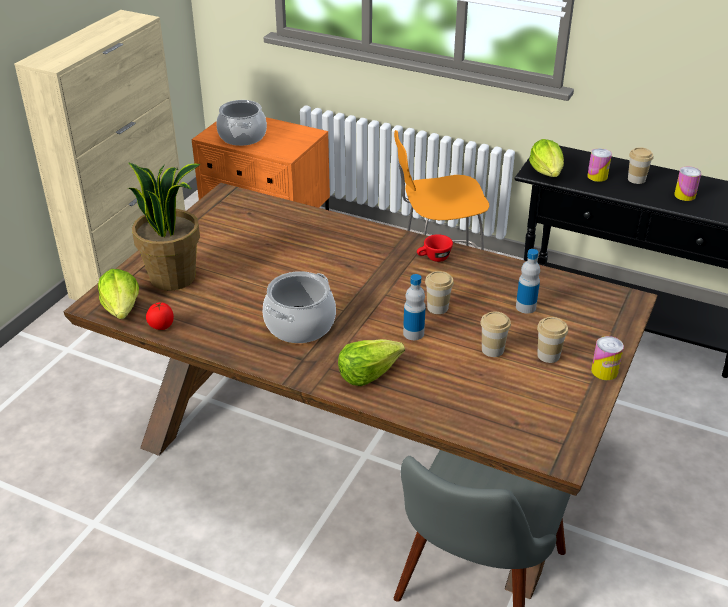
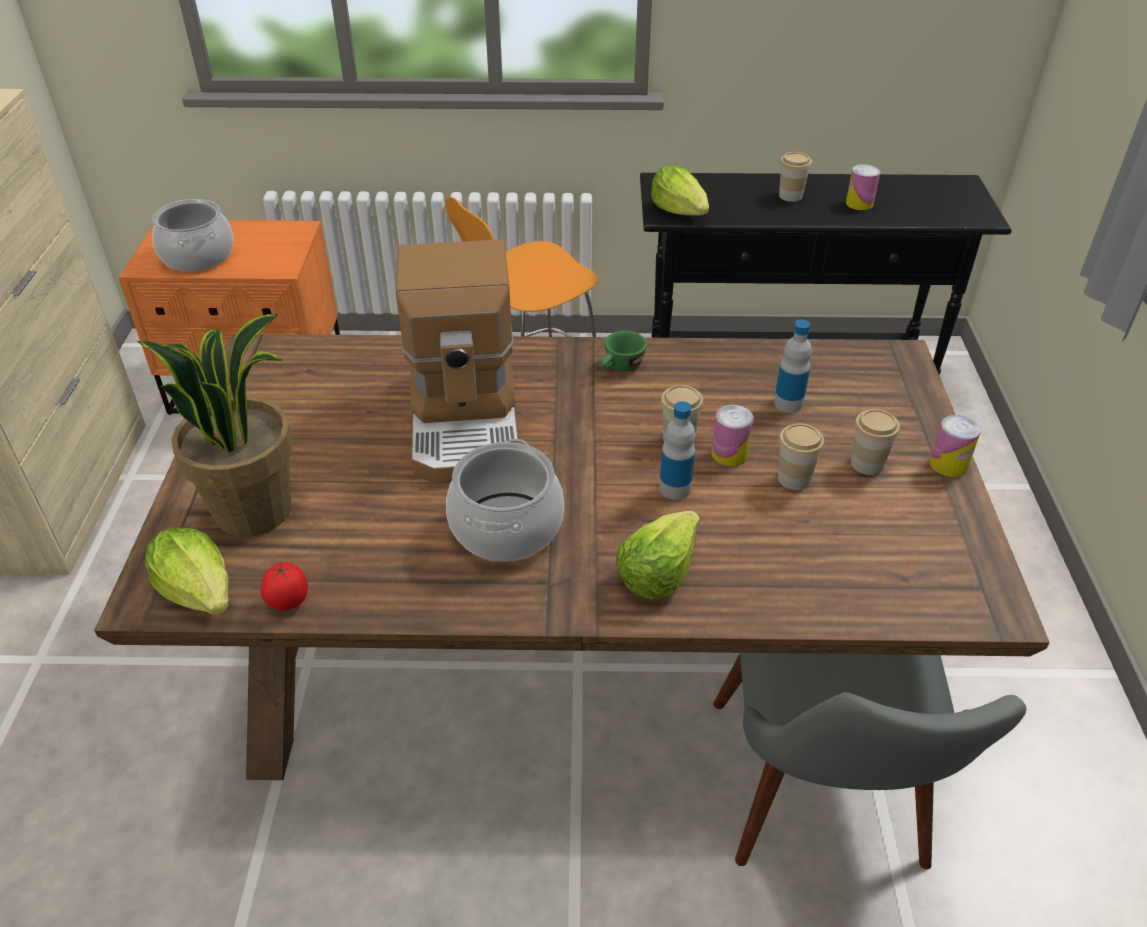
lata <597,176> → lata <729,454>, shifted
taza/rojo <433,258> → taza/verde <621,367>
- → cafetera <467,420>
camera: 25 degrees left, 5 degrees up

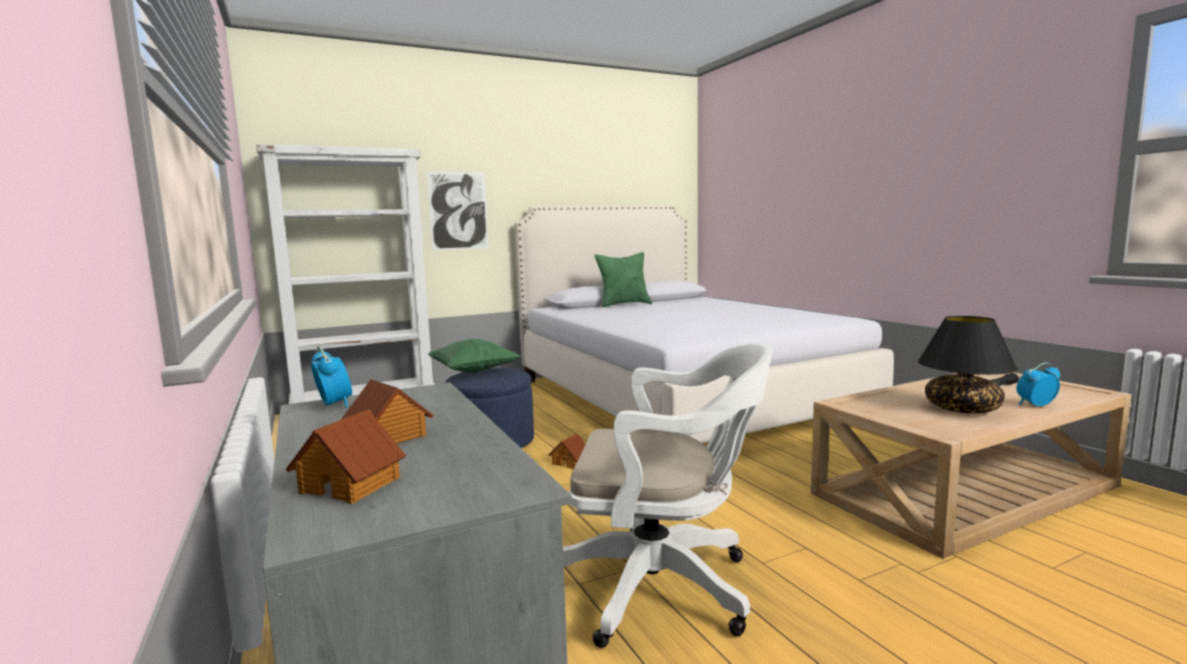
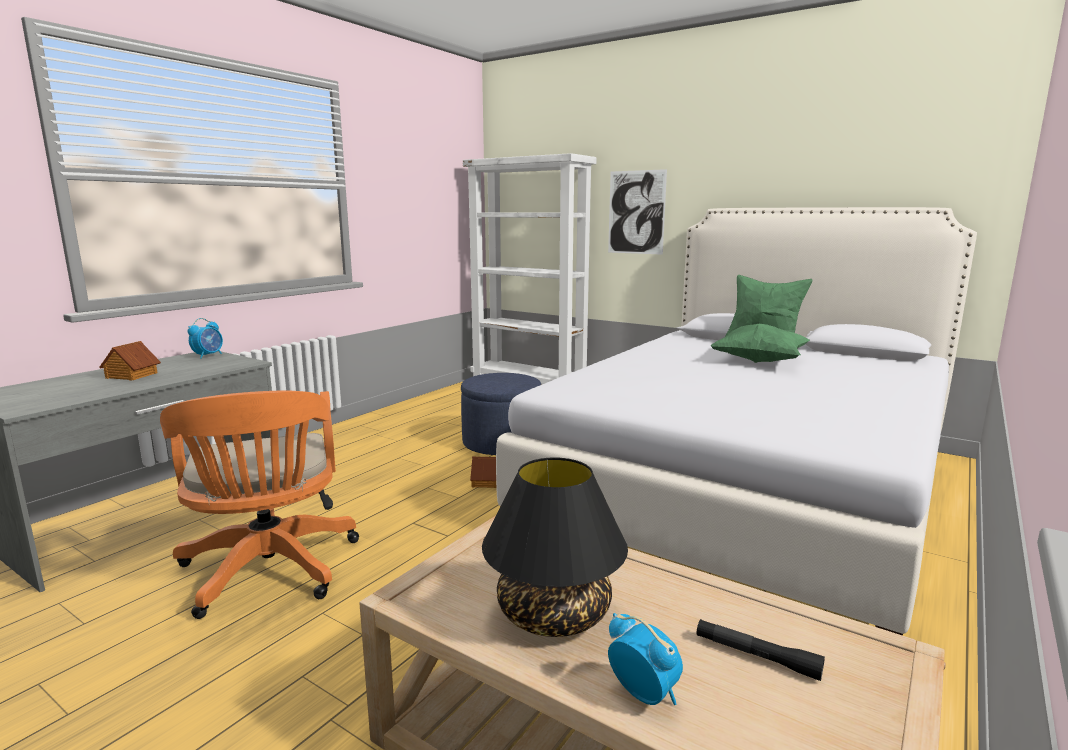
cojín/verde <474,372> → cojín/verde <759,362>, shifted
silla de oficina/blanco <664,586> → silla de oficina/naranja <269,572>
casita <351,484> → -
camera: 60 degrees right, 5 degrees up

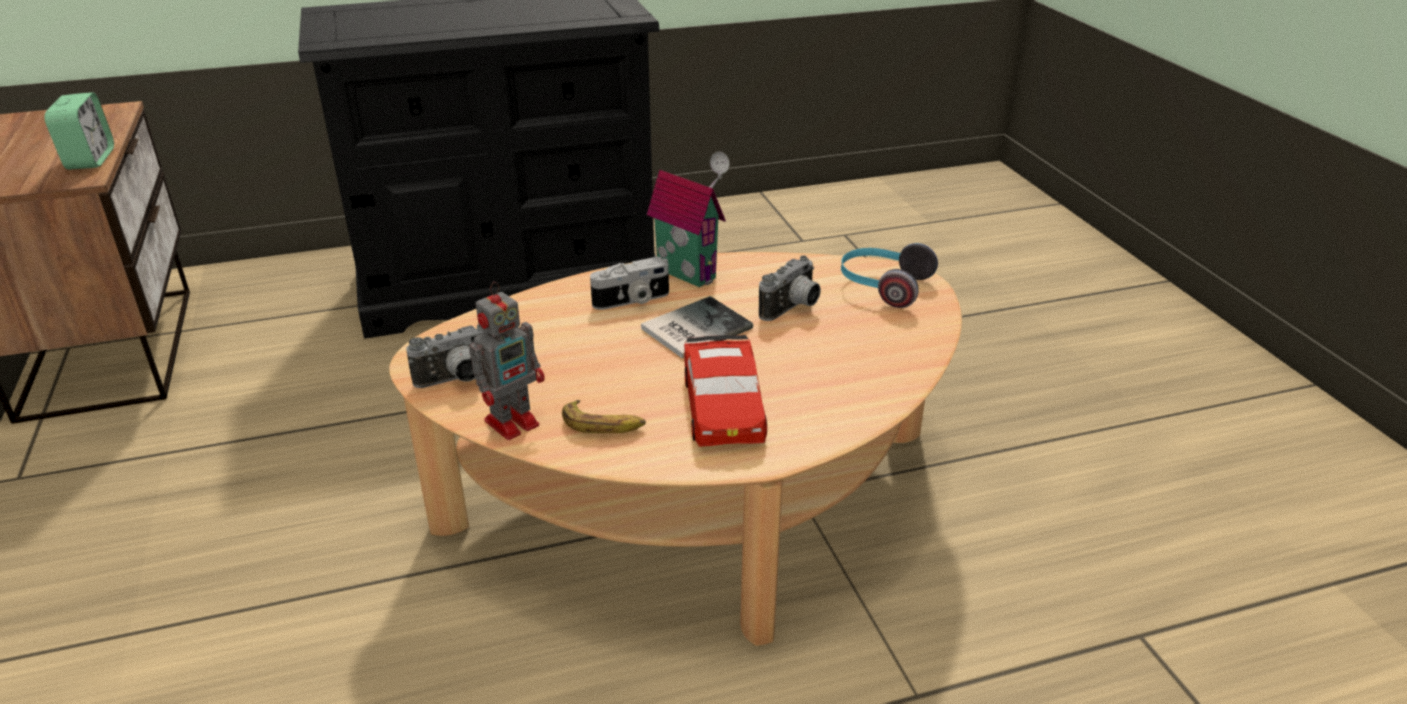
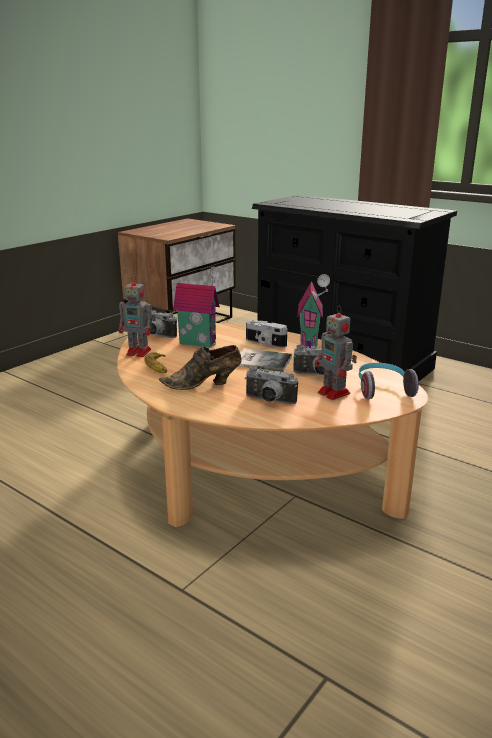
despertador <90,159> → -
coche de juguete/rojo <723,406> → zapato/marrón <204,384>
- → casita <199,342>
- → robot de juguete <335,393>
- → cámara <269,401>
camera: 55 degrees right, 10 degrees down

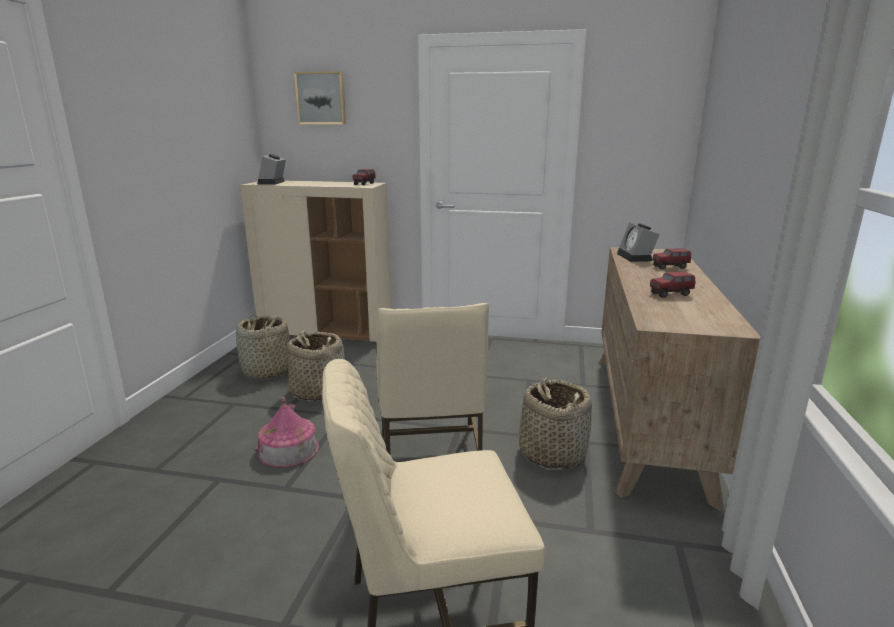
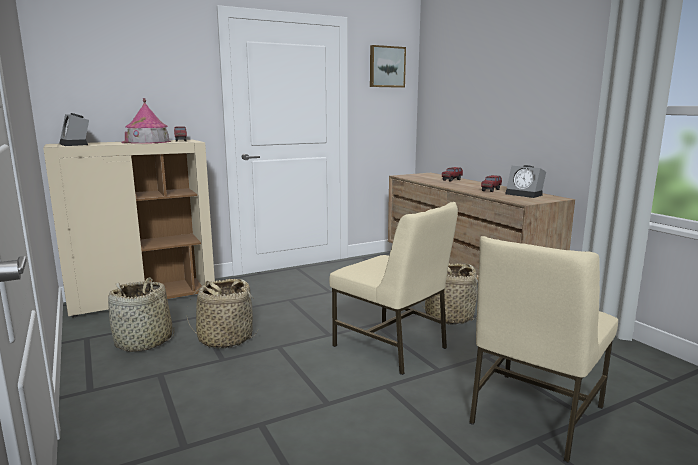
cuadro <321,98> → cuadro <386,67>, shifted
despertador <636,257> → despertador <525,194>, shifted
casita <288,450> → casita <148,142>, shifted
camera: 40 degrees left, 5 degrees down

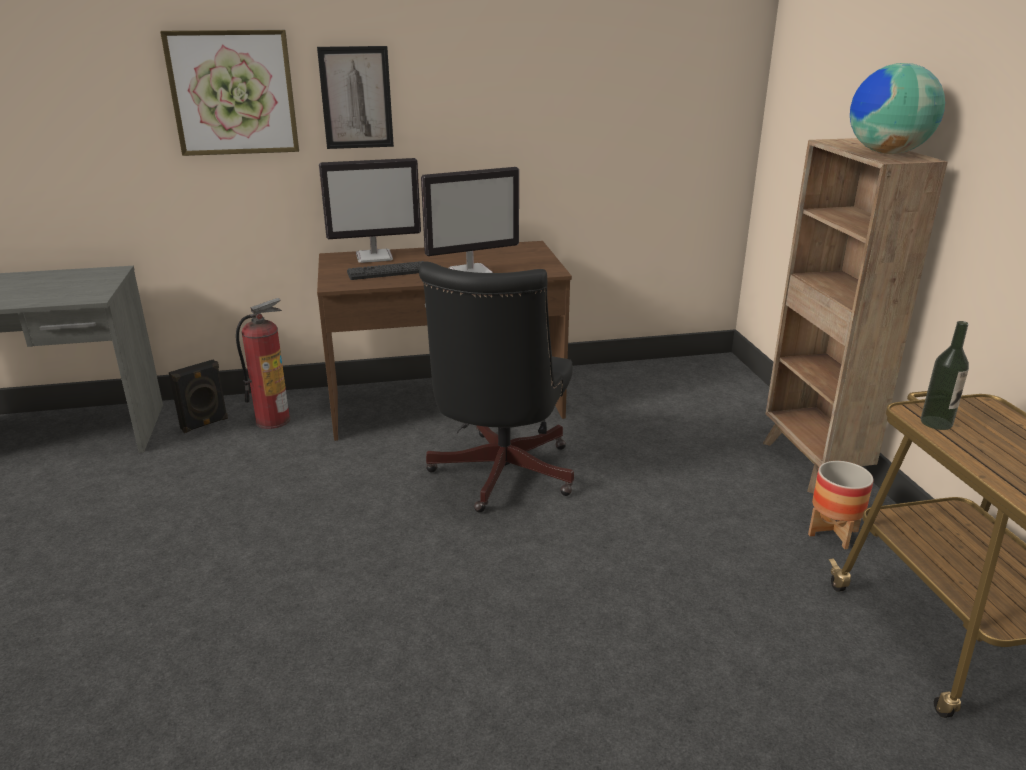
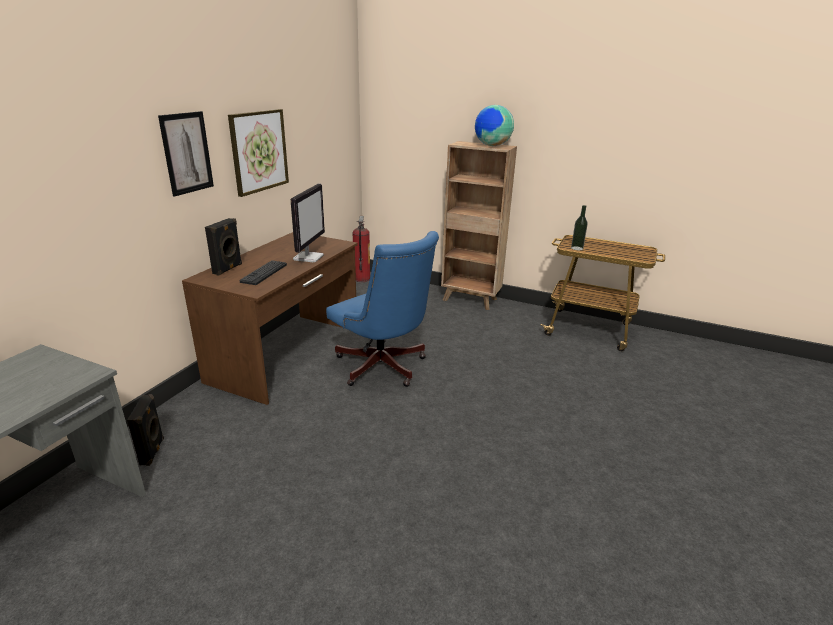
cuadro <233,93> → cuadro <259,151>, shifted
monitor <375,257> → altavoz/negro <228,269>
silla de oficina/negro <499,477> → silla de oficina/azul <383,368>
extintor <273,420> → extintor <361,279>, shifted
maceta <833,533> → -
camera: 55 degrees left, 0 degrees up

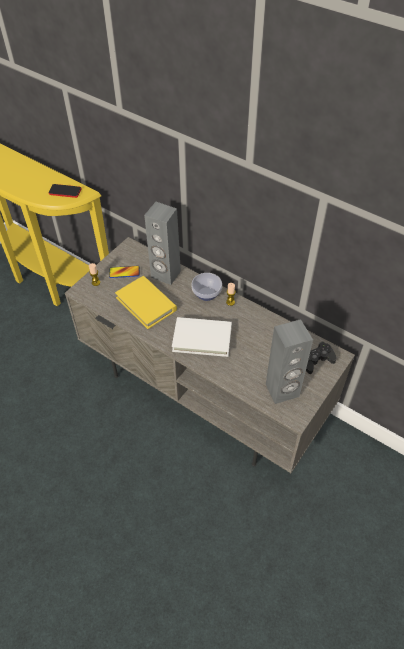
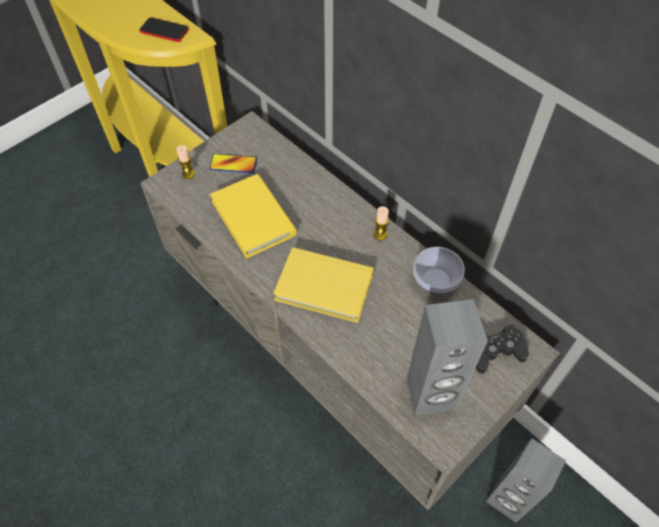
altavoz/gris <165,274> → altavoz/gris <507,499>, shifted
cuenco <207,293> → cuenco <436,280>, shifted
libro/blanco <202,338> → libro/amarillo <324,286>
camera: 10 degrees right, 5 degrees up

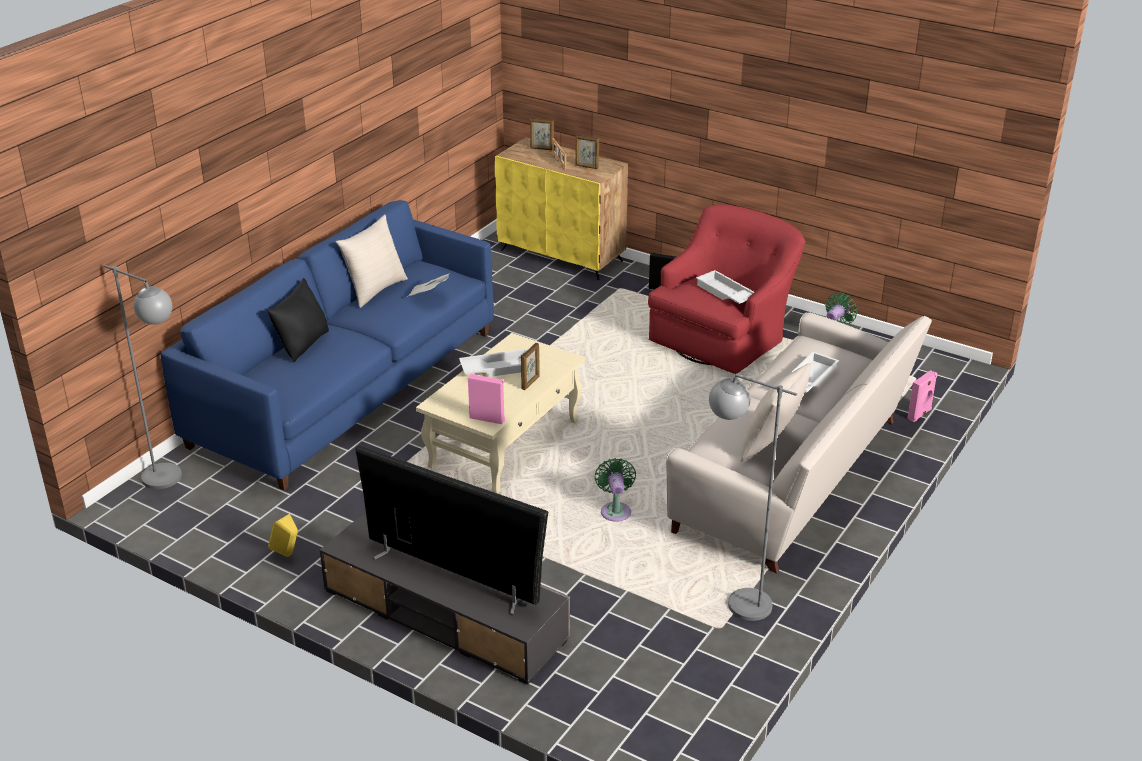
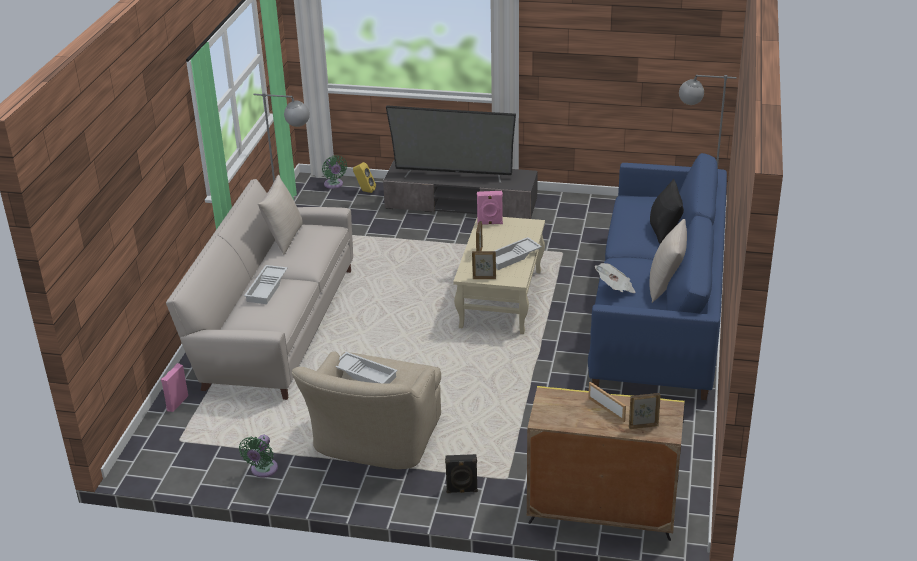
portarretratos <586,167> → portarretratos <484,278>, shifted
sillón/rojo <723,337> → sillón/beis <374,442>
ventilador/verde <615,510> → ventilador/verde <334,185>, shifted
altavoz/amarillo <287,555> → altavoz/amarillo <364,191>, shifted
camera: 160 degrees right, 0 degrees up

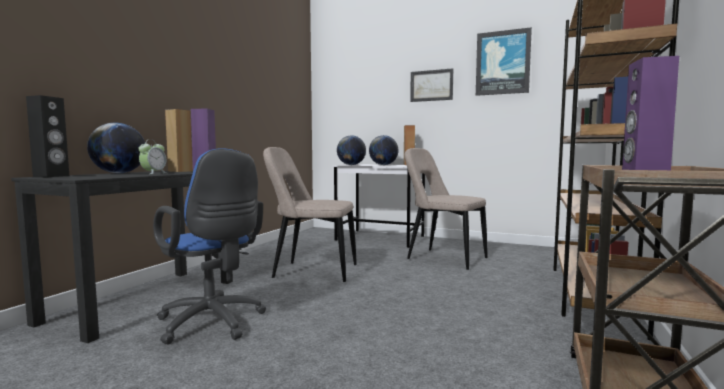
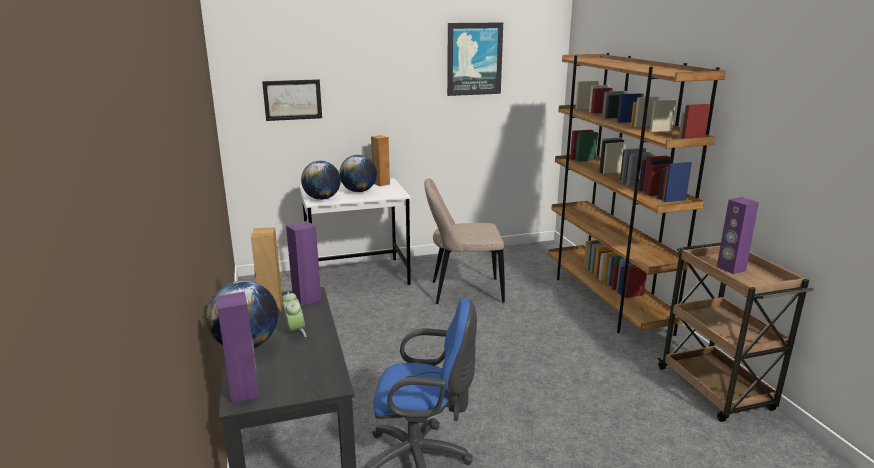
cuadro <431,85> → cuadro <292,100>, shifted
altavoz/negro <51,176> → altavoz/morado <244,391>
silla/beis <311,271> → -
camera: 40 degrees left, 15 degrees up

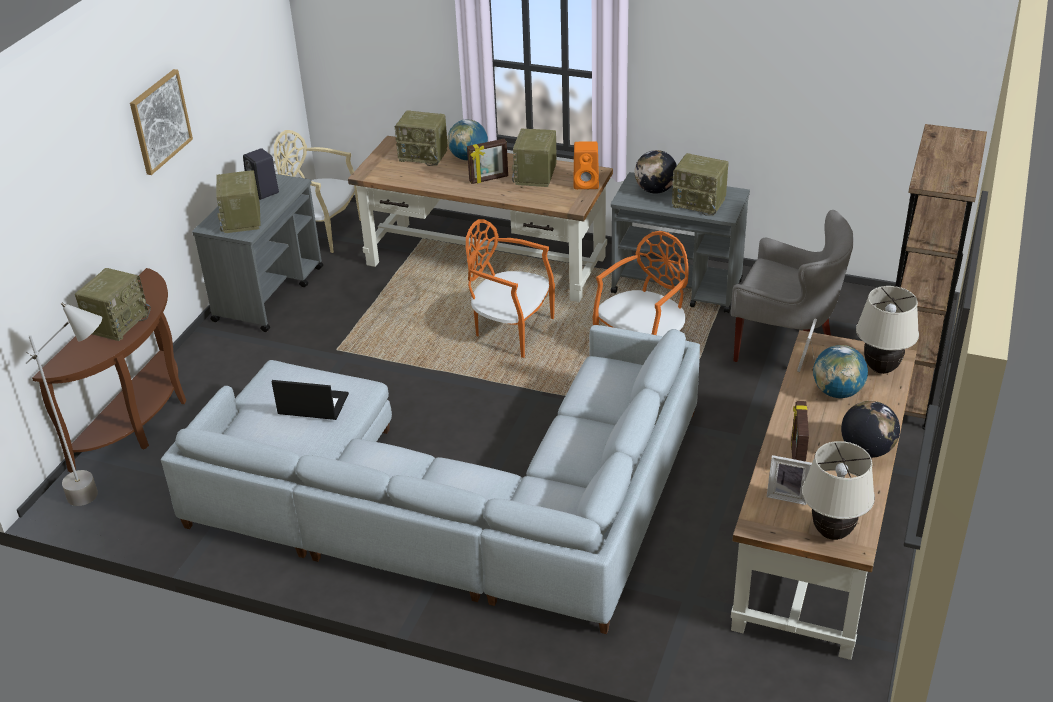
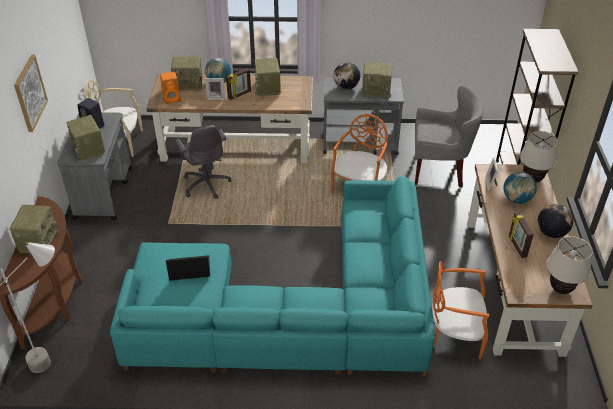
altavoz/naranja <587,183> → altavoz/naranja <172,98>, shifted
silla/naranja <511,330> → silla/naranja <455,334>, shifted
sofá/gris <454,502> → sofá/turquesa <293,311>
portarretratos <787,495> → portarretratos <216,97>, shifted
- → silla de oficina/gris <206,184>
camera: 20 degrees left, 5 degrees up

